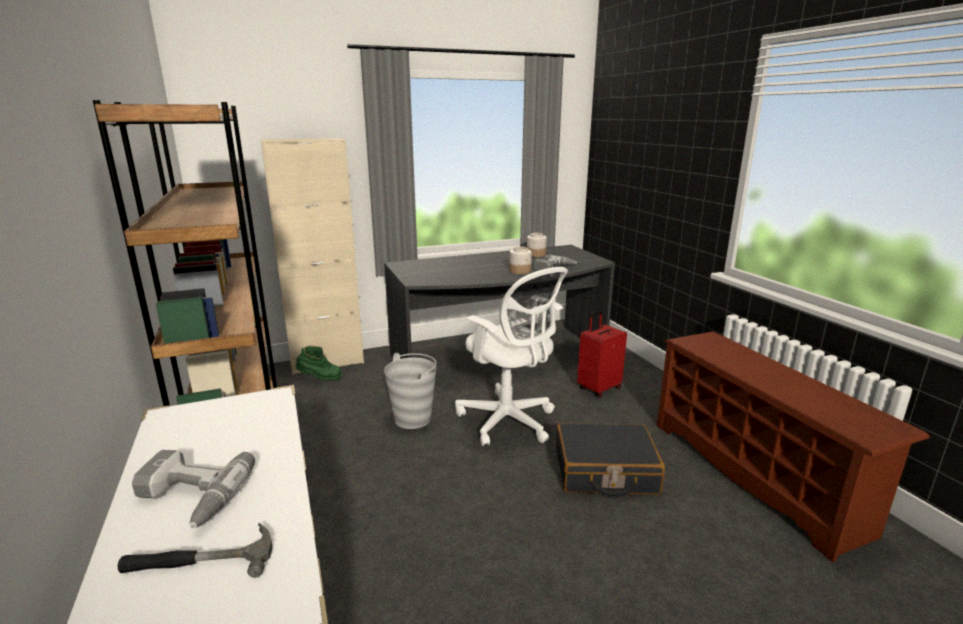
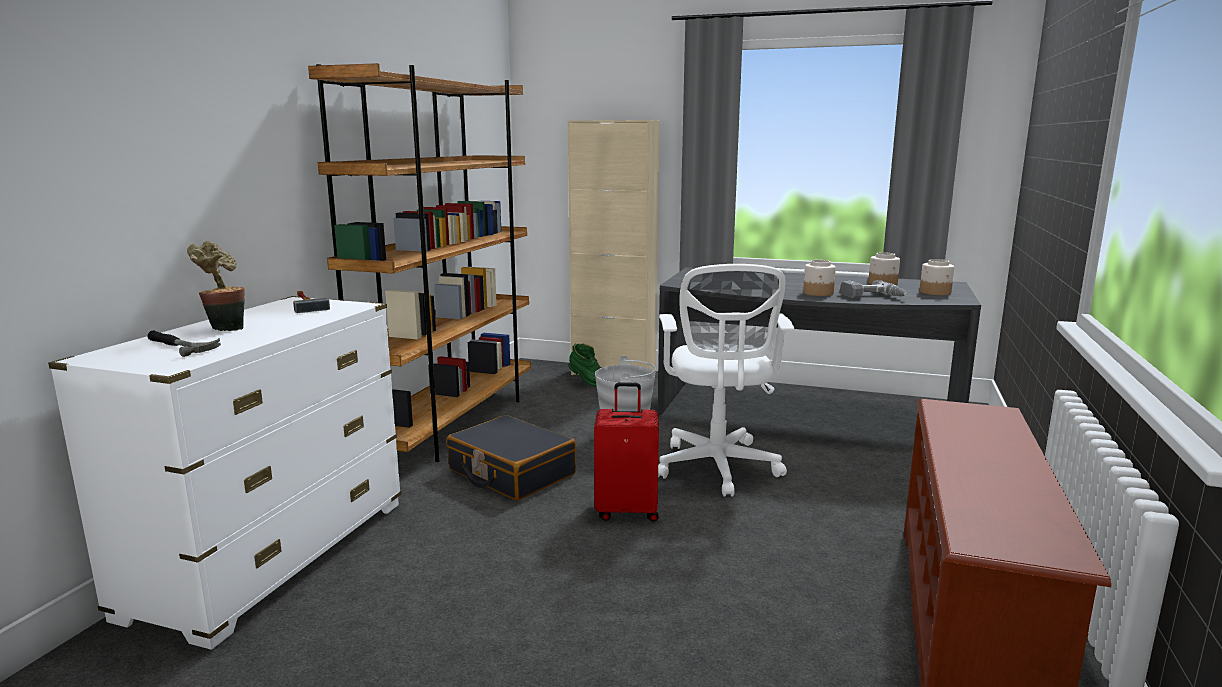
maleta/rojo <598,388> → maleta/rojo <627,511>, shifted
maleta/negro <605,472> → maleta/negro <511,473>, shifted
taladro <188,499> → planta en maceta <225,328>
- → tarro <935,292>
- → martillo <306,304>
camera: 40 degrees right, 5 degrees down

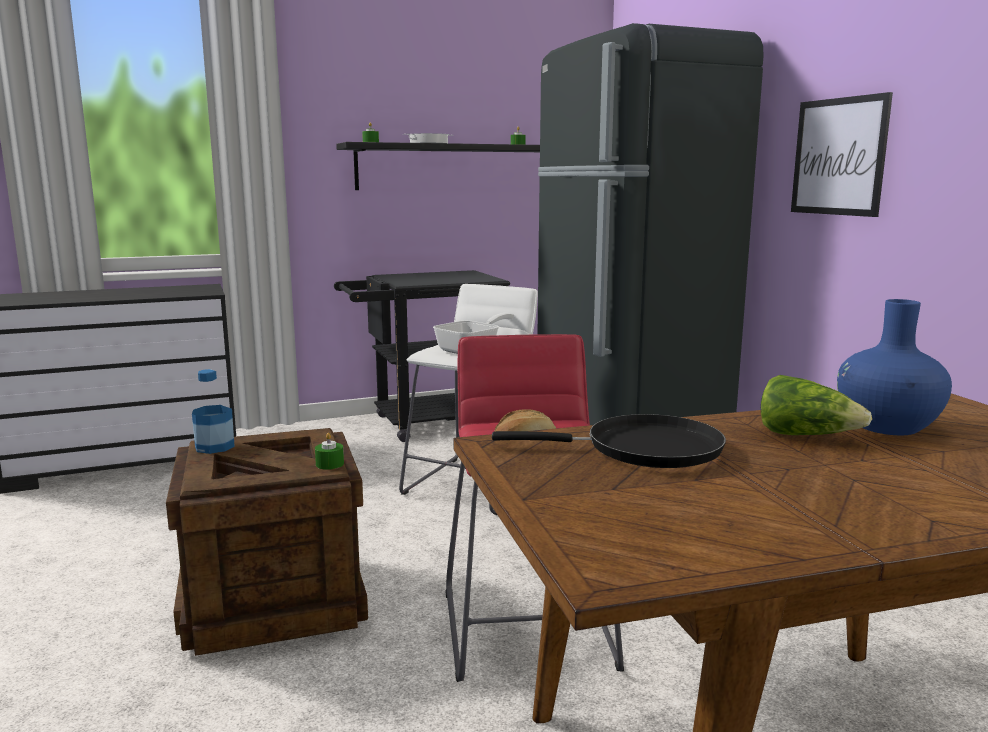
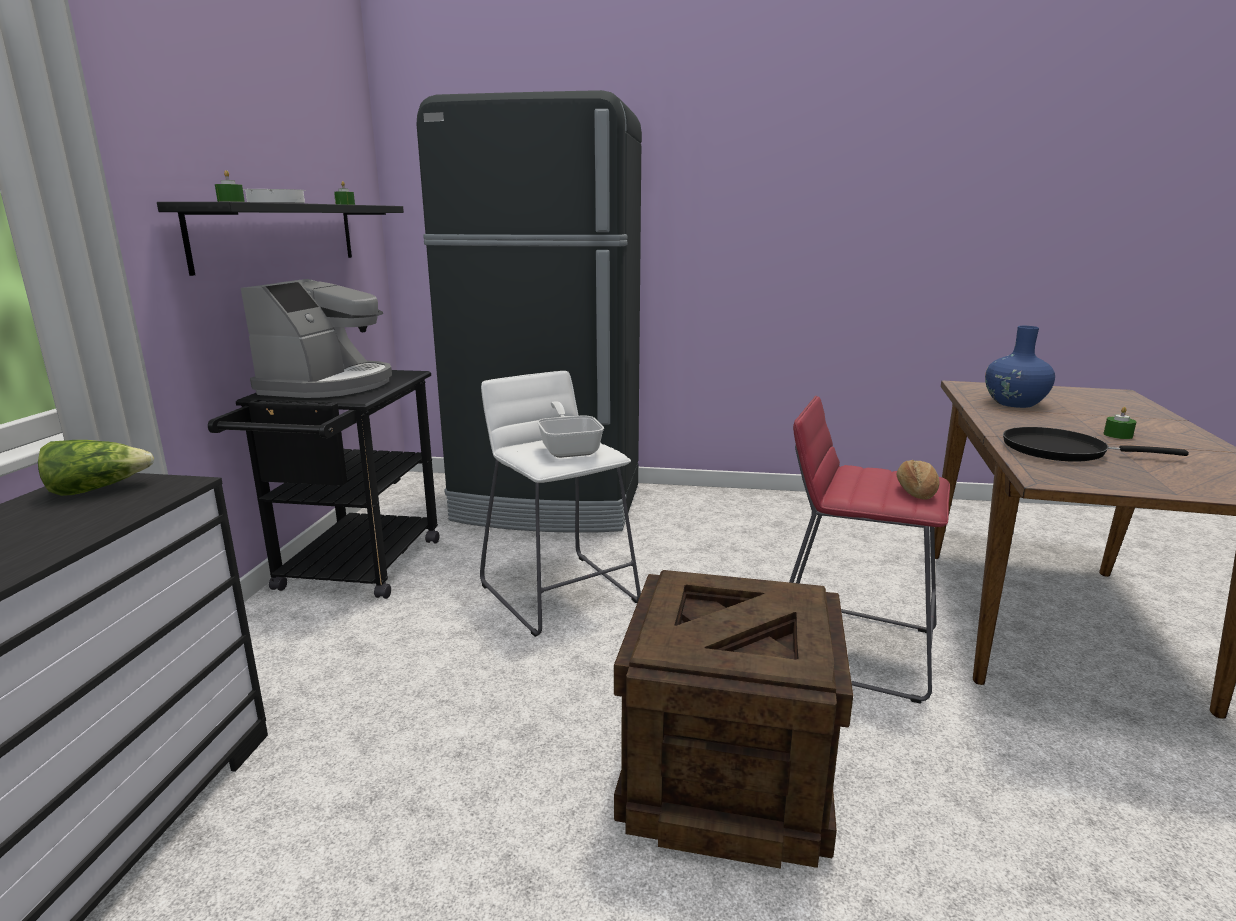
cuadro <838,157> → -
botella <214,447> → -
lechuga <806,435> → lechuga <98,489>, shifted
sartén/negro <643,449> → sartén/negro <1061,451>, 105 degrees counterclockwise
vela/verde <329,464> → vela/verde <1117,435>, shifted
- → cafetera <329,385>
camera: 60 degrees left, 5 degrees up

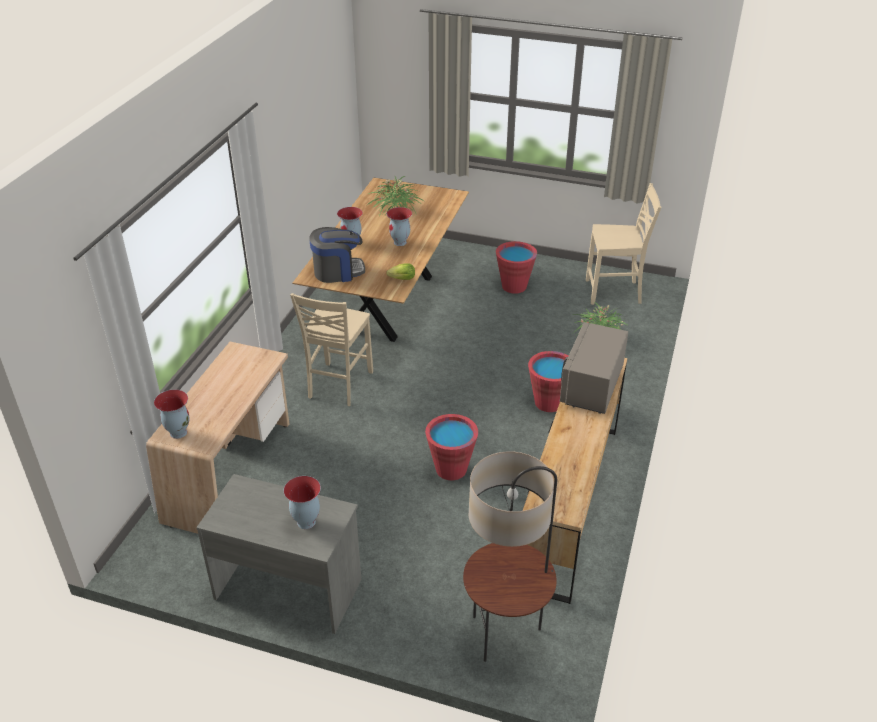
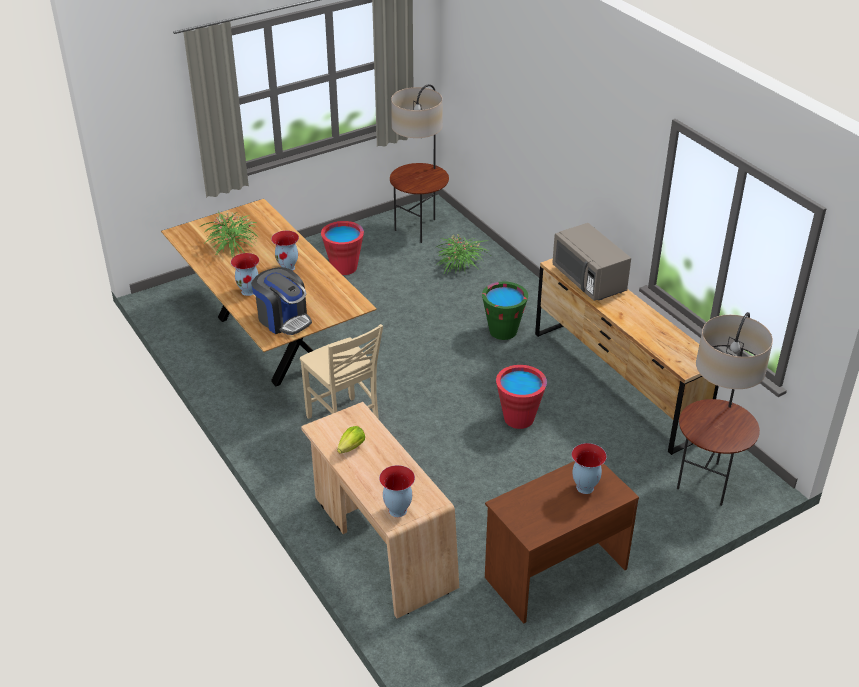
silla/beis <614,292> → lámpara de pie <419,229>
cafetera <338,271> → cafetera <283,319>, 105 degrees clockwise
lechuga <402,279> → lechuga <351,447>, shifted
cubo/rojo <549,402> → cubo/verde <503,331>
escritorio/gris <288,588> → escritorio/marrón <554,572>
camera: 50 degrees left, 0 degrees up

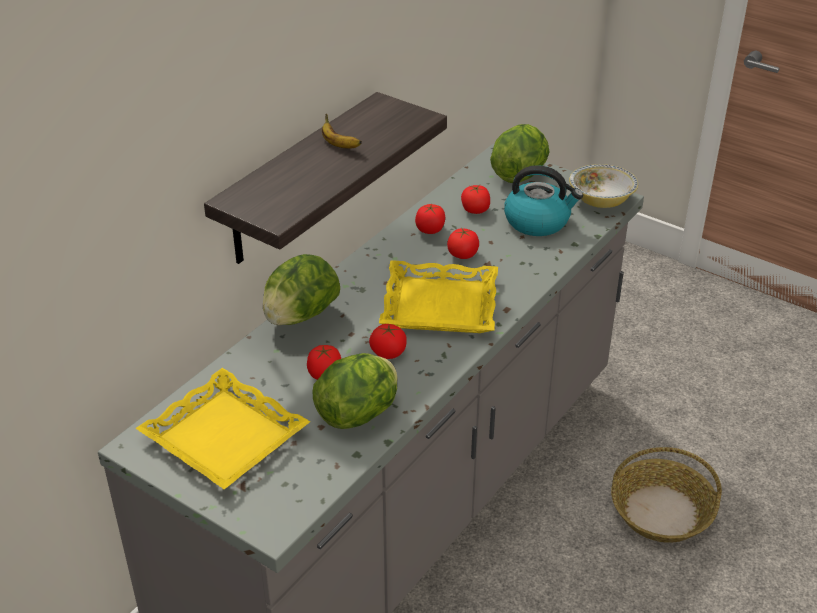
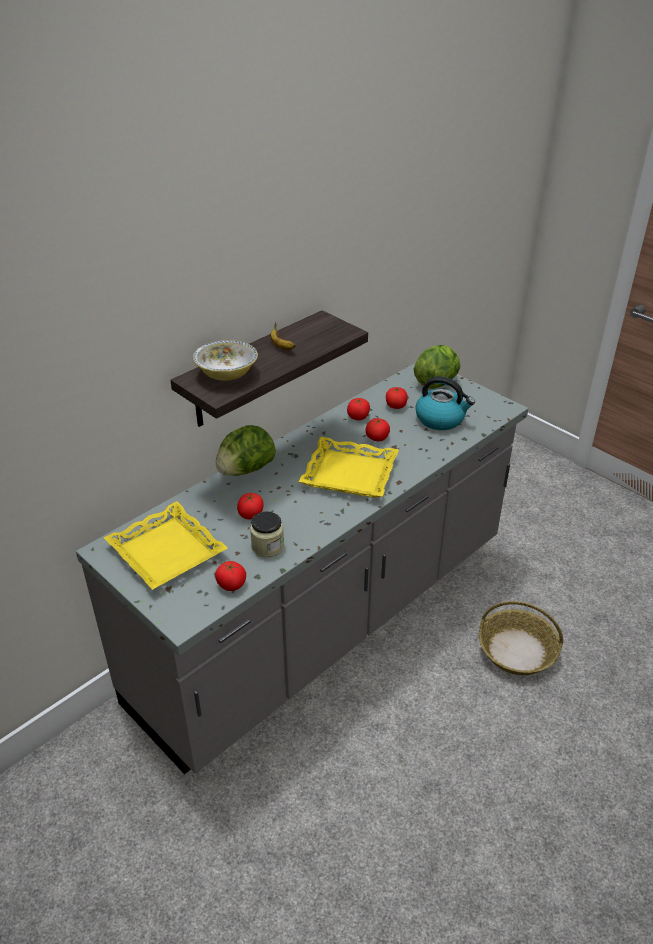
cuenco <601,200> → cuenco <226,374>, shifted
tomate <388,353> → tomate <231,584>, shifted
lechuga <359,413> → tarro <267,546>
camera: 10 degrees right, 0 degrees up

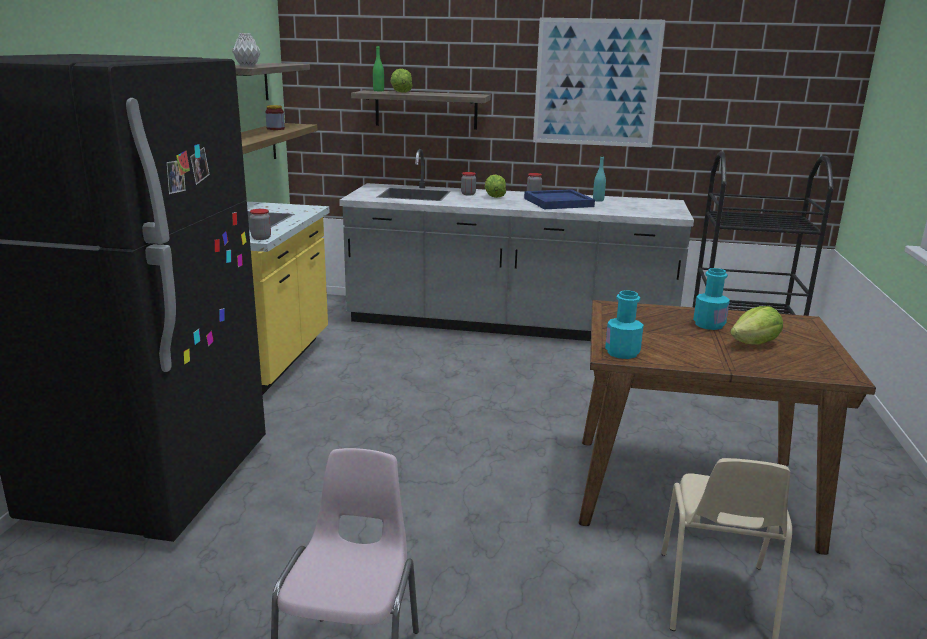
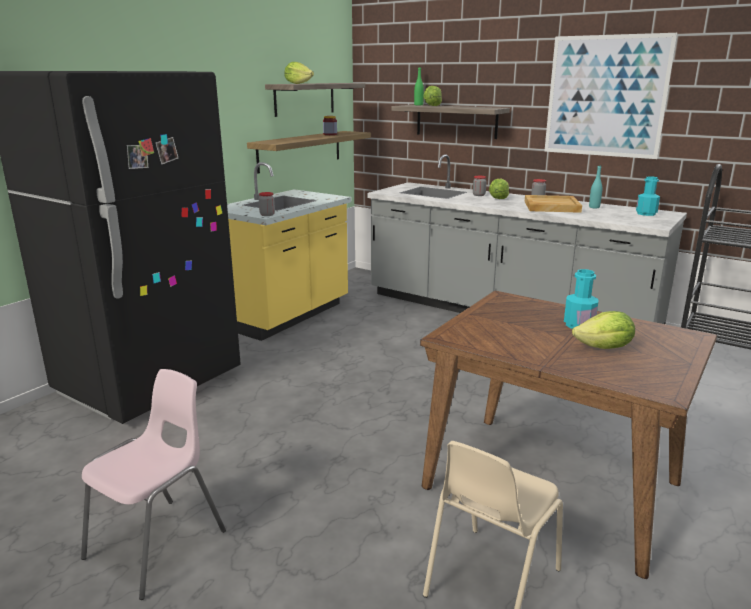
florero/gris <247,66> → lechuga <298,83>
bandeja/azul <558,202> → bandeja/beis <551,206>
botella/turquesa <622,353> → botella/turquesa <646,214>, shifted
camera: 25 degrees right, 0 degrees up

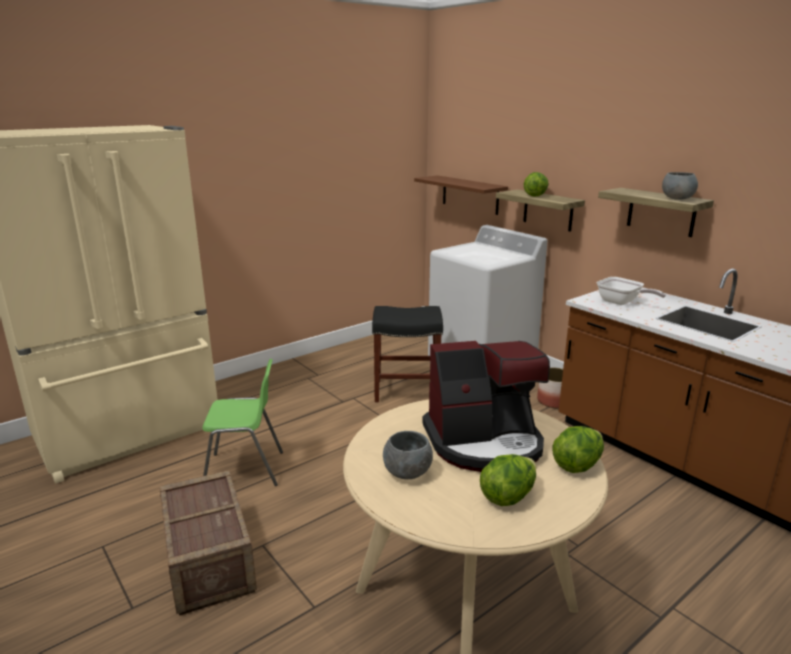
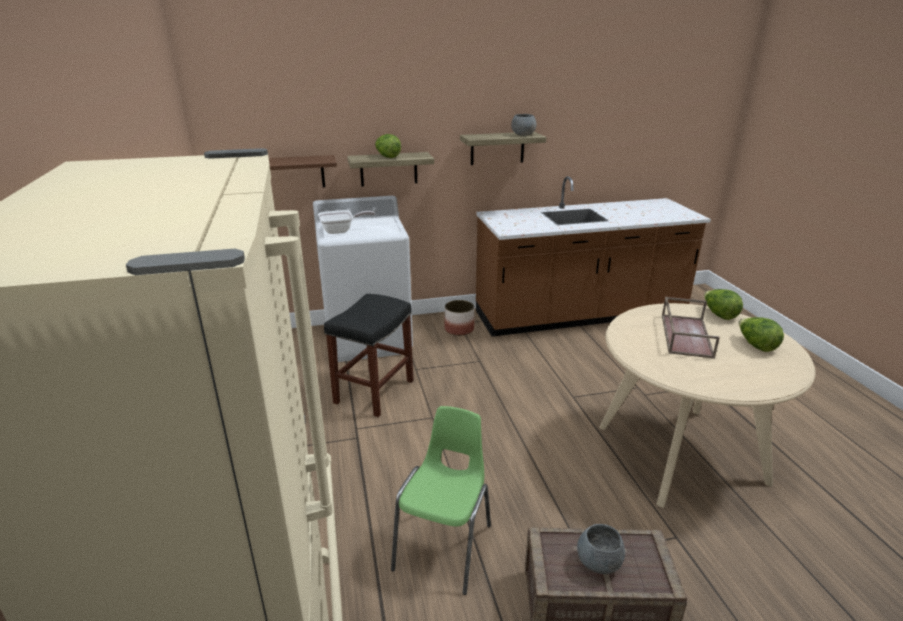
sartén <622,302> → sartén <341,231>, shifted
cafetera <484,442> → bandeja/marrón <685,335>
cuenco/gris <407,473> → cuenco/gris <599,563>, shifted
camera: 65 degrees left, 5 degrees up

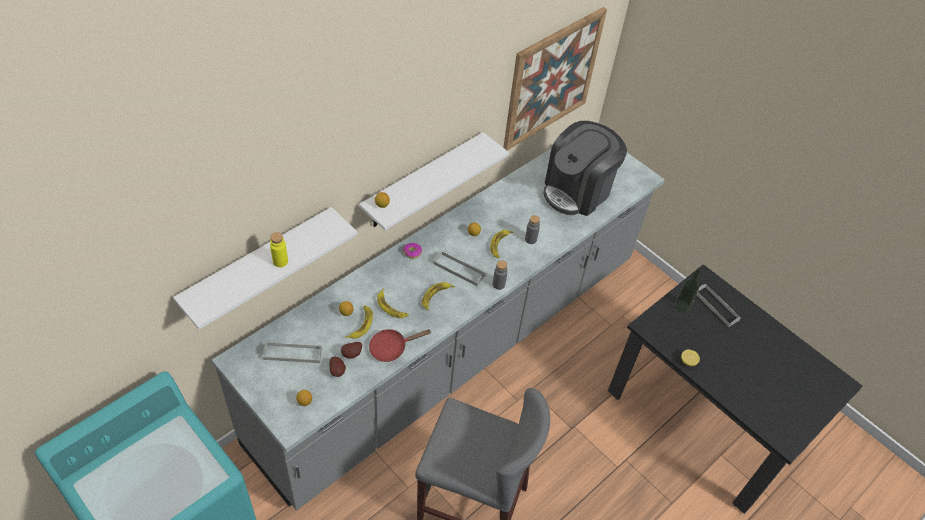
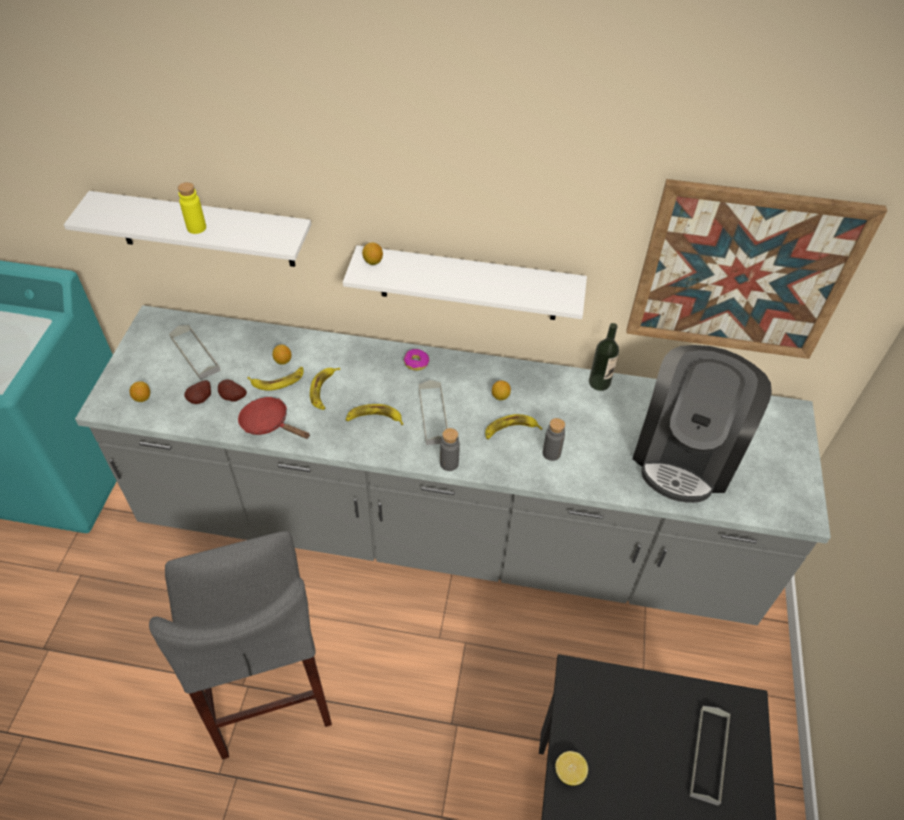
cafetera <577,191> → cafetera <685,454>, 75 degrees counterclockwise
botella <682,306> → botella <599,382>, shifted
camera: 55 degrees right, 0 degrees up

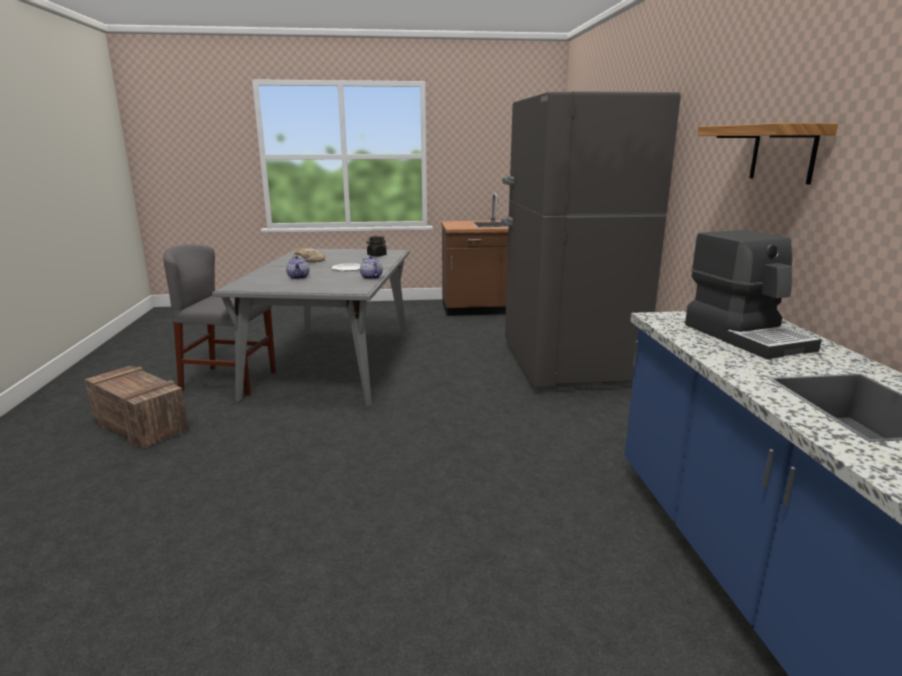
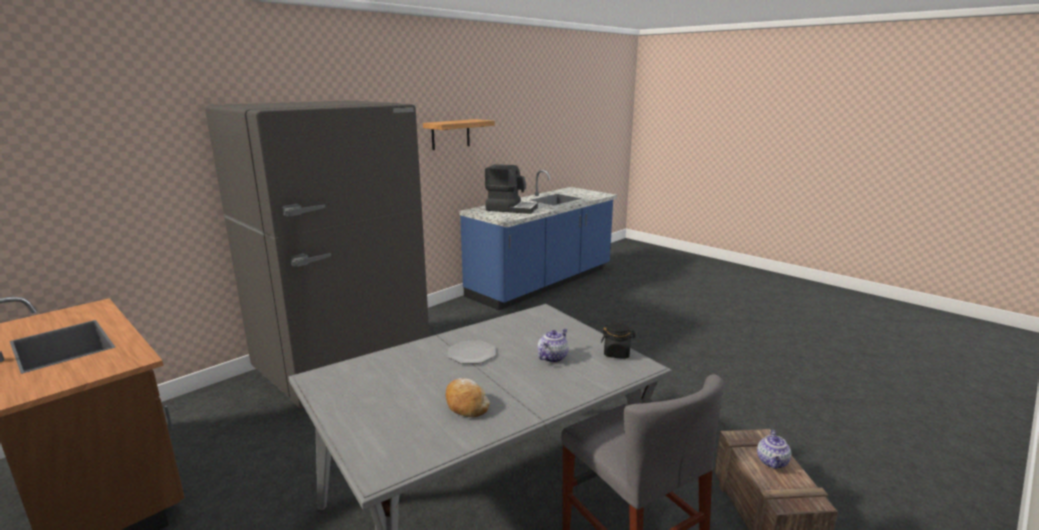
cafetera <747,336> → cafetera <511,209>, 75 degrees clockwise
tarro/negro <376,255> → tarro/negro <617,353>, shifted
tetera <371,277> → tetera <772,462>, shifted
camera: 130 degrees left, 0 degrees up

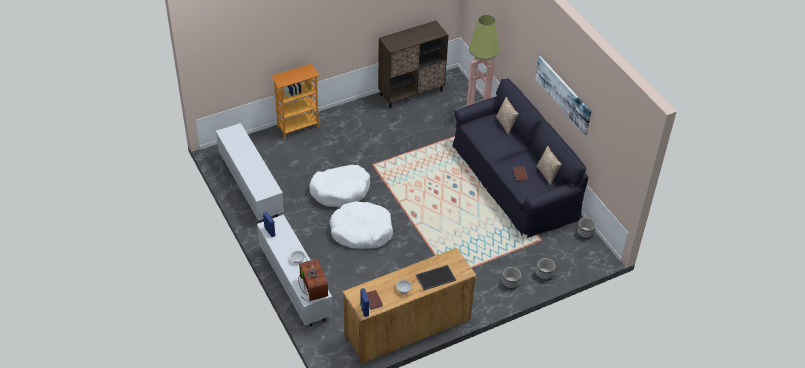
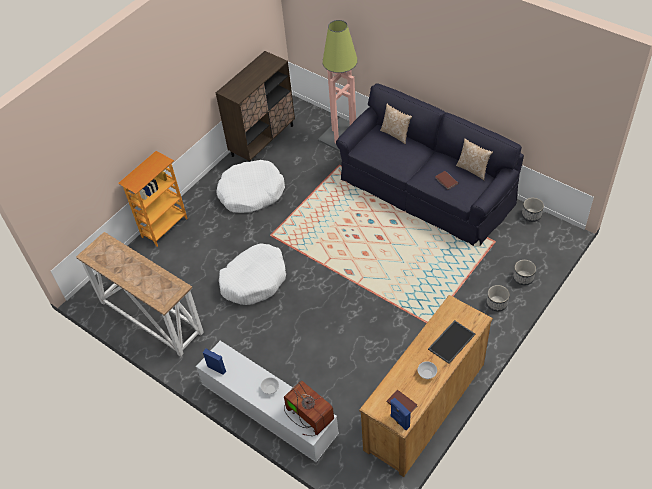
cuadro <563,94> → -
mueble de televisión/blanco <251,185> → mesa consola <150,317>
cama para perro/blanco <361,231> → cama para perro/blanco <251,193>, shifted
camera: 20 degrees left, 5 degrees up

